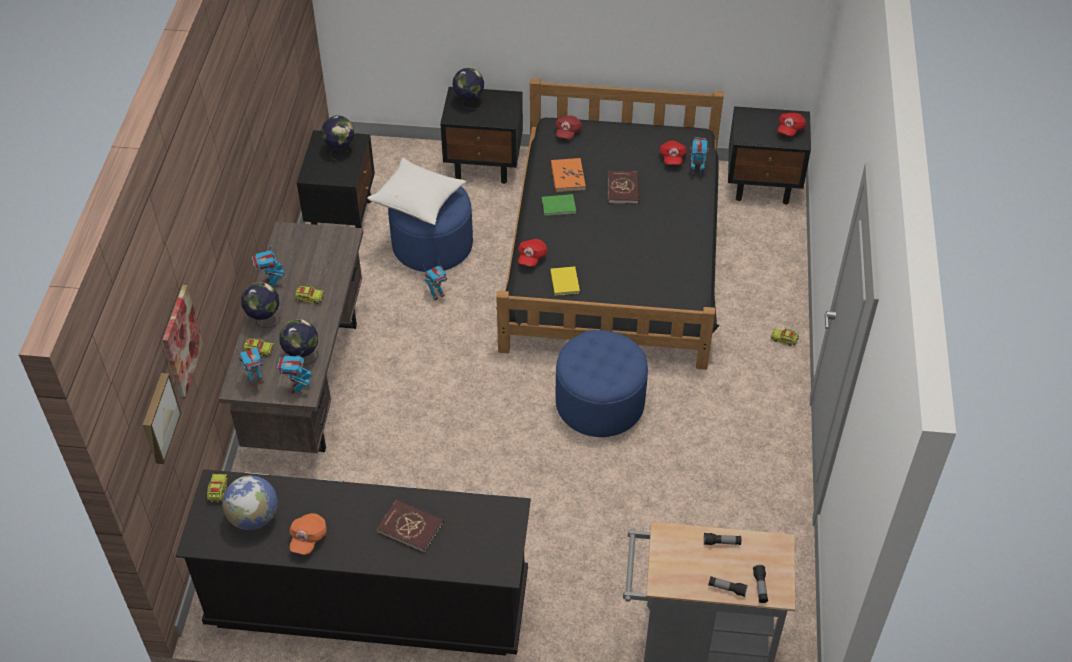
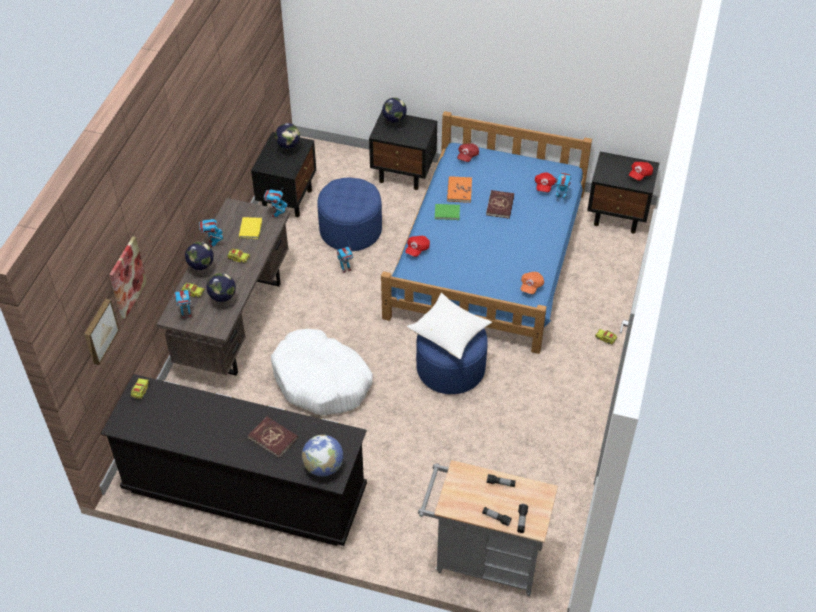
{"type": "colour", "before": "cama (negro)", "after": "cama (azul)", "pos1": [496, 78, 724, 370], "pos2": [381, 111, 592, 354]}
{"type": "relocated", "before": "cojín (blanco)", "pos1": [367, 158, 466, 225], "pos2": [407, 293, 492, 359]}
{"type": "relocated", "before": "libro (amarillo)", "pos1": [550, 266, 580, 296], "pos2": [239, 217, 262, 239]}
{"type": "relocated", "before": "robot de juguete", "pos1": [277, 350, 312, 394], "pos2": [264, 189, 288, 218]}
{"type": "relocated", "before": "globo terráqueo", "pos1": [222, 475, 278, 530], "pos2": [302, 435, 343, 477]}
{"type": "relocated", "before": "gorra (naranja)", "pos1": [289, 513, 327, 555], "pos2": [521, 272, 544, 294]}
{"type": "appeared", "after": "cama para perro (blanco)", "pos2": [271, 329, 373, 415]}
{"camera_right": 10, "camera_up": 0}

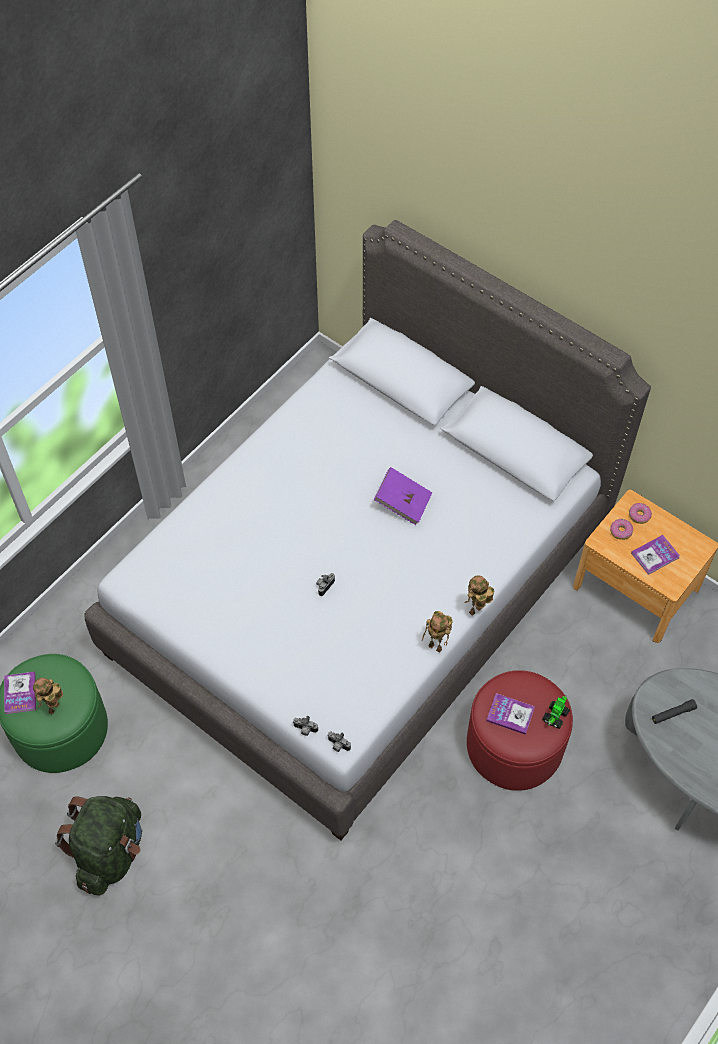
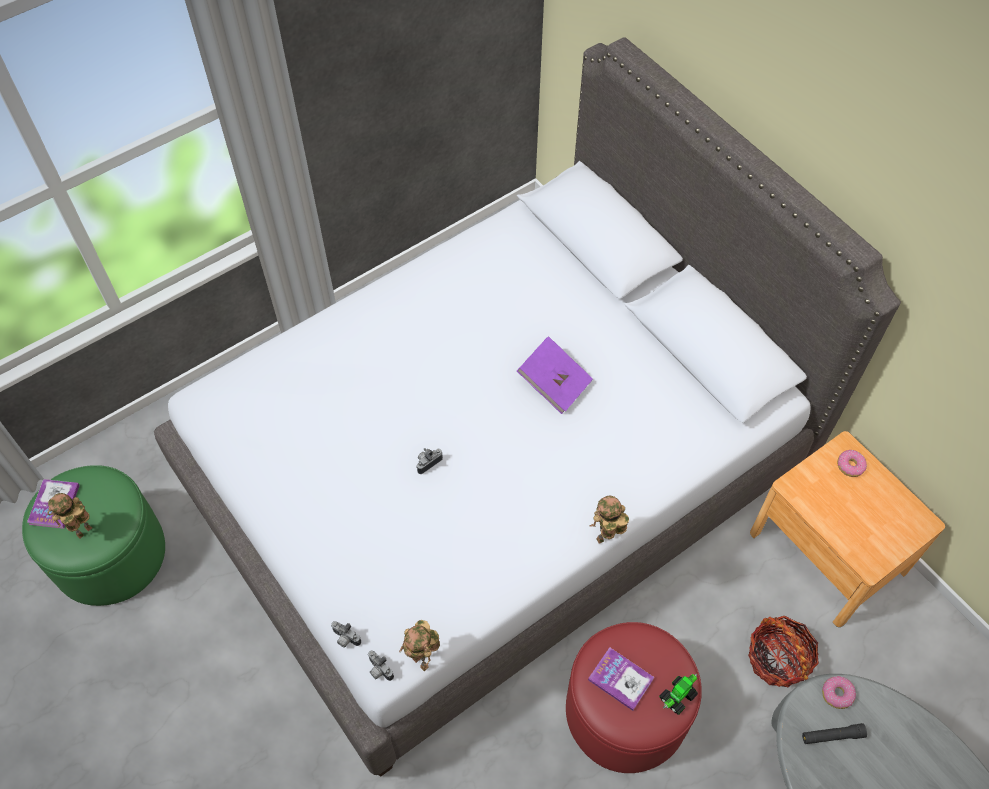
{"type": "relocated", "before": "rosquilla", "pos1": [610, 519, 633, 540], "pos2": [822, 676, 856, 709]}
{"type": "missing", "before": "libro", "pos1": [631, 535, 680, 575]}
{"type": "relocated", "before": "robot de juguete", "pos1": [422, 611, 453, 653], "pos2": [399, 620, 440, 671]}
{"type": "missing", "before": "mochila (verde)", "pos1": [55, 796, 142, 896]}
{"type": "appeared", "after": "cesta", "pos2": [748, 616, 819, 687]}
{"camera_right": 15, "camera_up": 0}

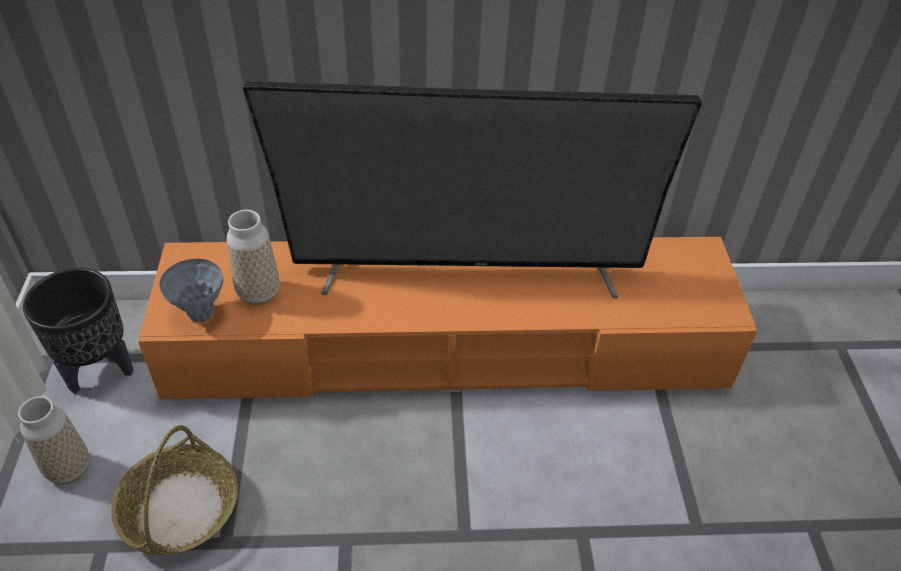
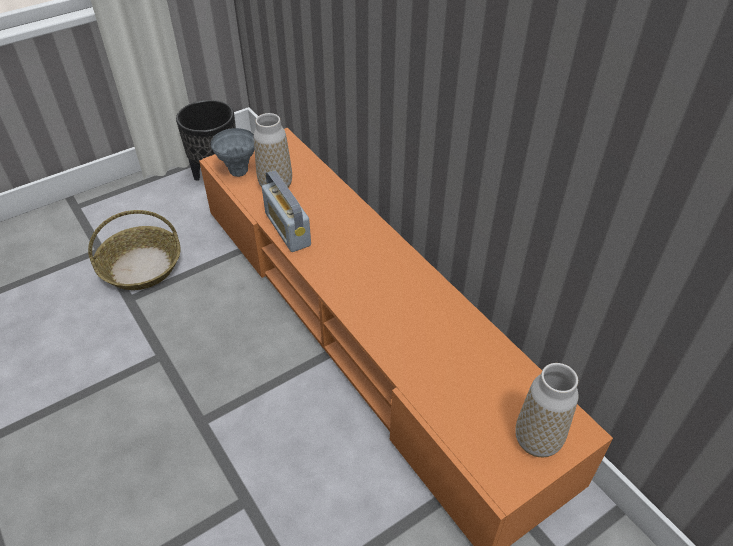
{"type": "missing", "before": "televisor", "pos1": [243, 81, 702, 298]}
{"type": "relocated", "before": "florero", "pos1": [18, 396, 90, 484], "pos2": [515, 363, 579, 457]}
{"type": "appeared", "after": "radio", "pos2": [262, 170, 311, 252]}
{"camera_right": 60, "camera_up": 0}

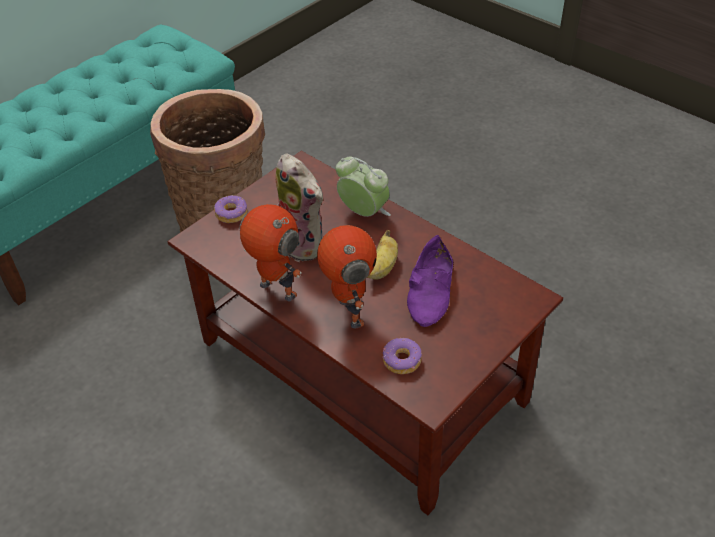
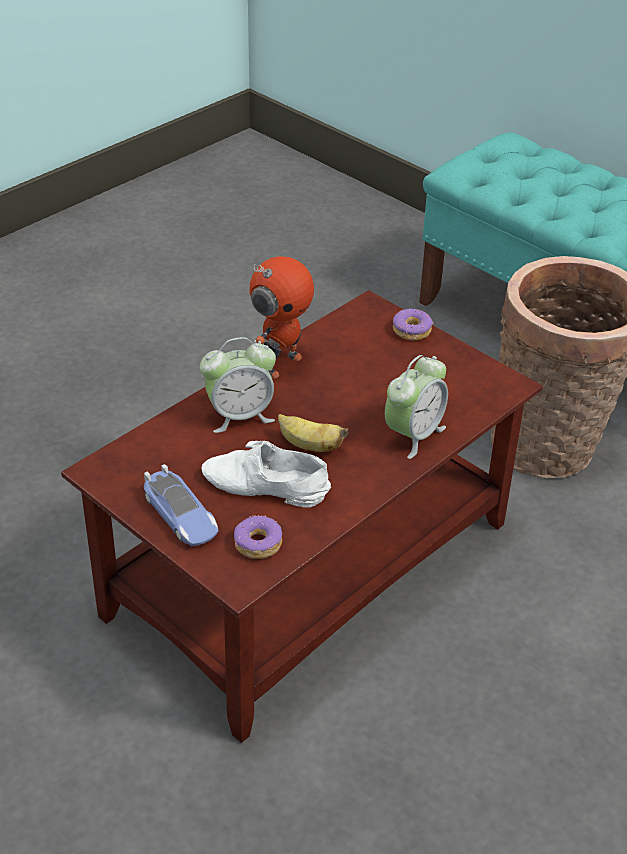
{"type": "missing", "before": "peluche", "pos1": [275, 153, 324, 262]}
{"type": "exchanged", "before": "robot de juguete", "after": "despertador", "pos1": [317, 225, 377, 329], "pos2": [200, 337, 276, 433]}
{"type": "colour", "before": "zapato (morado)", "after": "zapato (blanco)", "pos1": [407, 235, 453, 327], "pos2": [201, 441, 331, 508]}
{"type": "relocated", "before": "rosquilla", "pos1": [383, 338, 422, 374], "pos2": [234, 515, 282, 559]}
{"type": "appeared", "after": "coche de juguete", "pos2": [144, 464, 218, 546]}
{"camera_right": 90, "camera_up": -5}

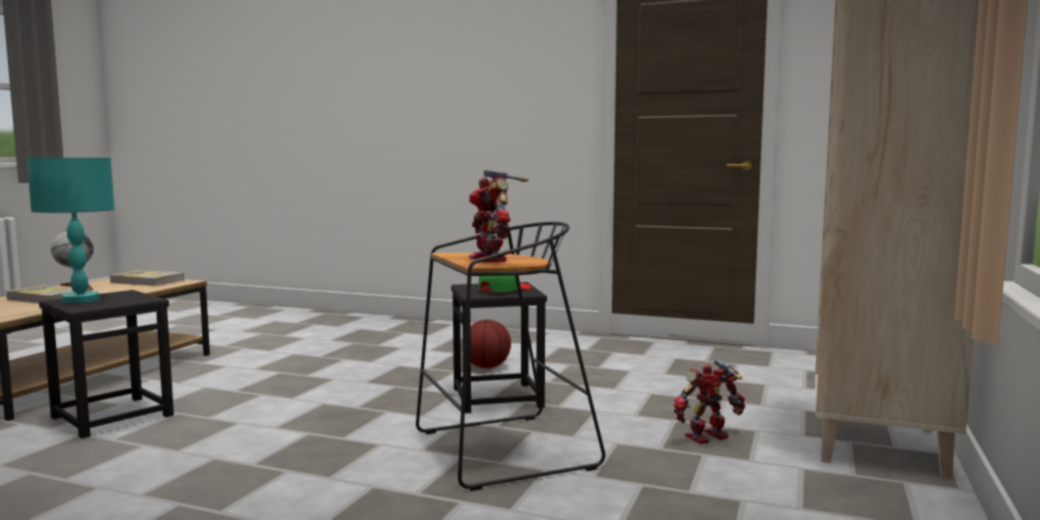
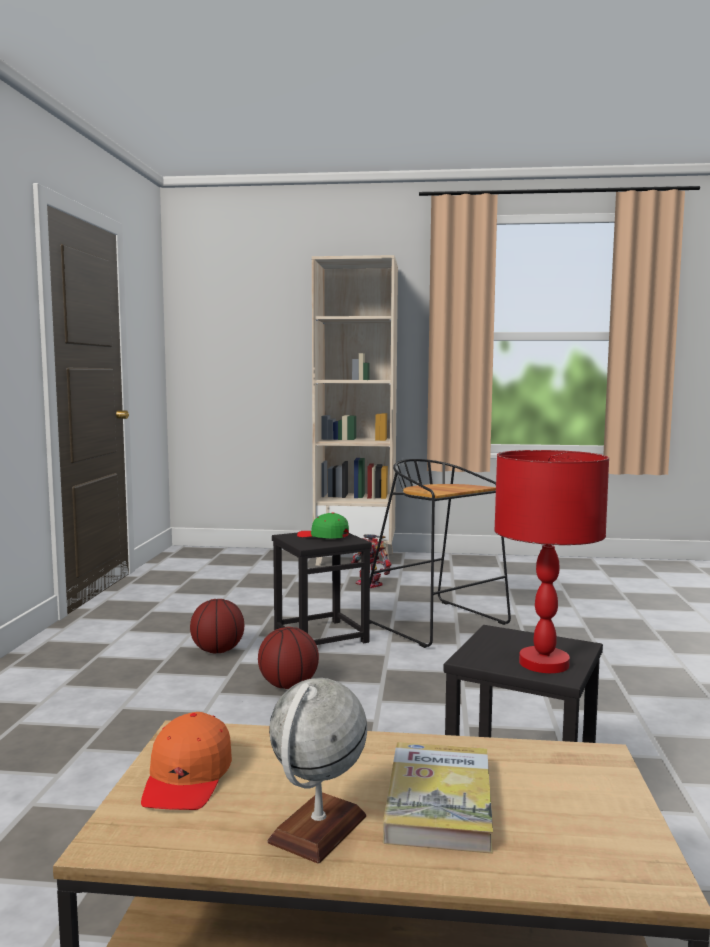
{"type": "colour", "before": "lámpara de mesa (turquesa)", "after": "lámpara de mesa (rojo)", "pos1": [27, 158, 115, 303], "pos2": [494, 450, 609, 673]}
{"type": "missing", "before": "robot de juguete", "pos1": [469, 170, 528, 263]}
{"type": "exchanged", "before": "libro", "after": "gorra (naranja)", "pos1": [109, 270, 184, 286], "pos2": [141, 712, 232, 810]}
{"type": "appeared", "after": "balón de baloncesto", "pos2": [258, 627, 319, 689]}
{"camera_right": -105, "camera_up": 0}

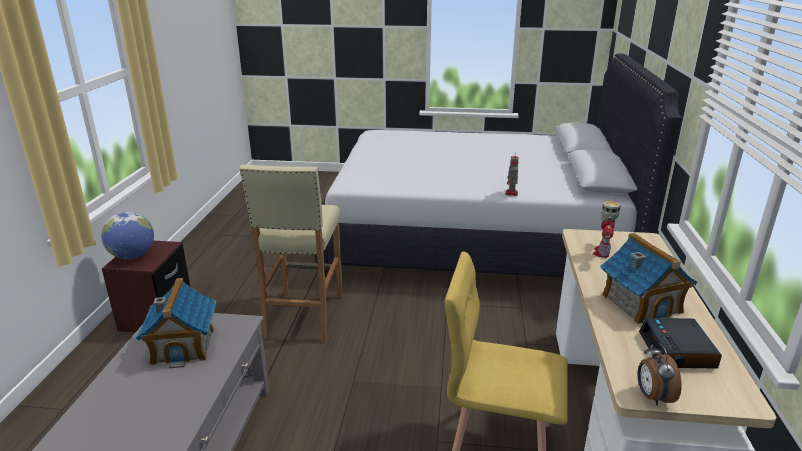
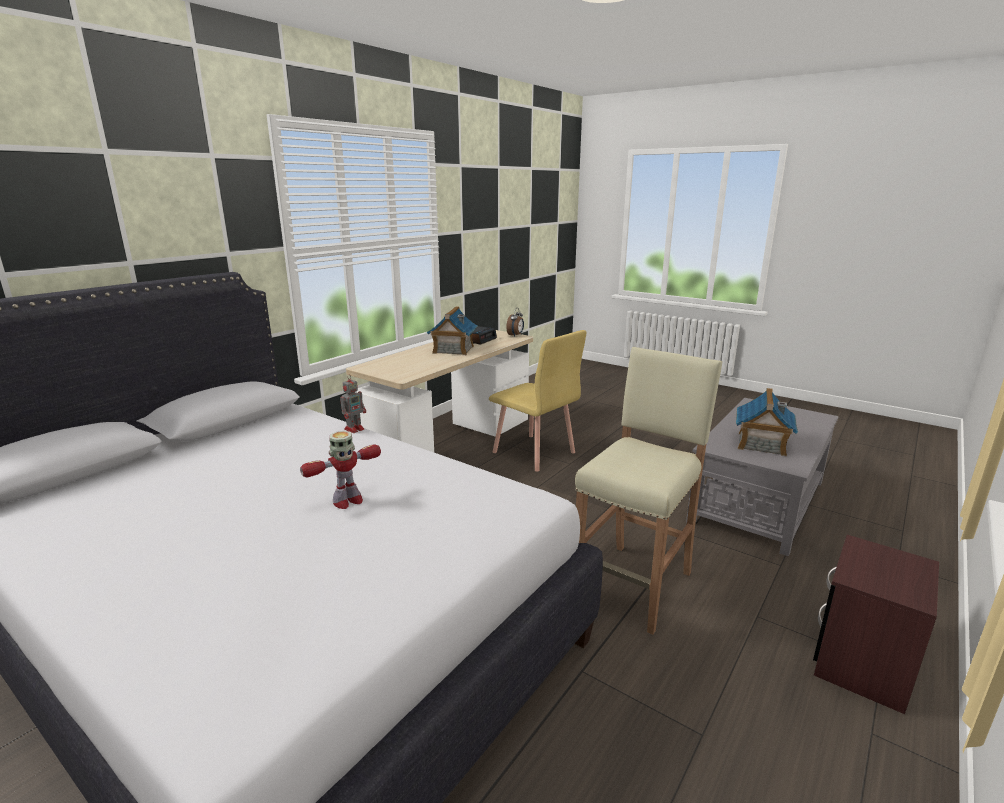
{"type": "relocated", "before": "robot de juguete", "pos1": [593, 201, 621, 258], "pos2": [300, 431, 381, 509]}
{"type": "missing", "before": "globo terráqueo", "pos1": [101, 212, 154, 259]}
{"camera_right": -150, "camera_up": -5}

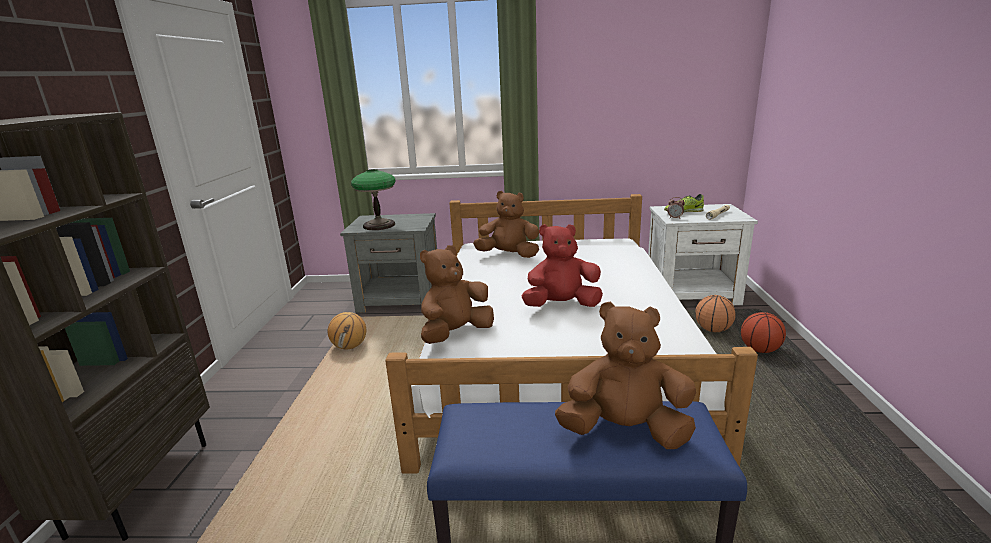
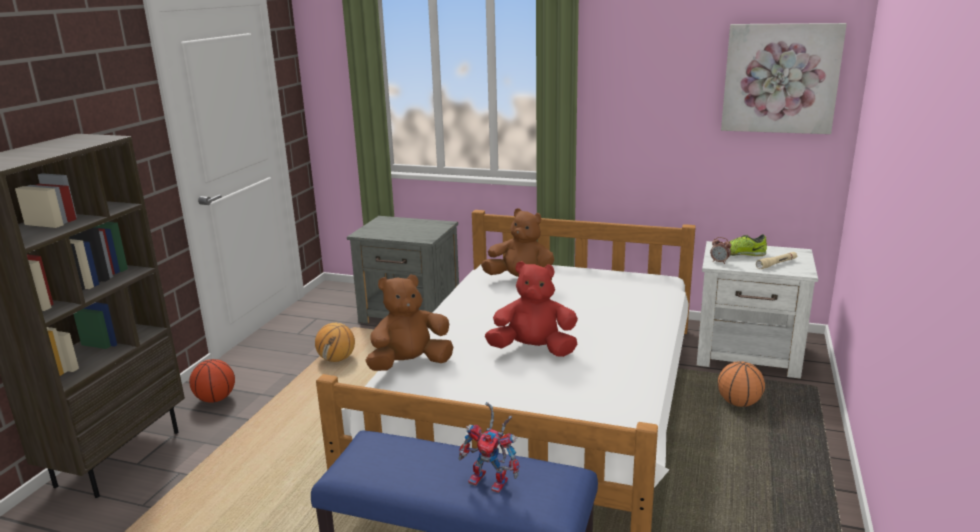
{"type": "missing", "before": "lámpara de mesa", "pos1": [351, 169, 396, 230]}
{"type": "exchanged", "before": "peluche (marrón)", "after": "robot de juguete", "pos1": [555, 302, 696, 449], "pos2": [459, 402, 519, 493]}
{"type": "relocated", "before": "balón de baloncesto", "pos1": [741, 312, 786, 353], "pos2": [189, 359, 235, 403]}
{"type": "appeared", "after": "cuadro", "pos2": [721, 23, 847, 134]}
{"camera_right": 15, "camera_up": 0}

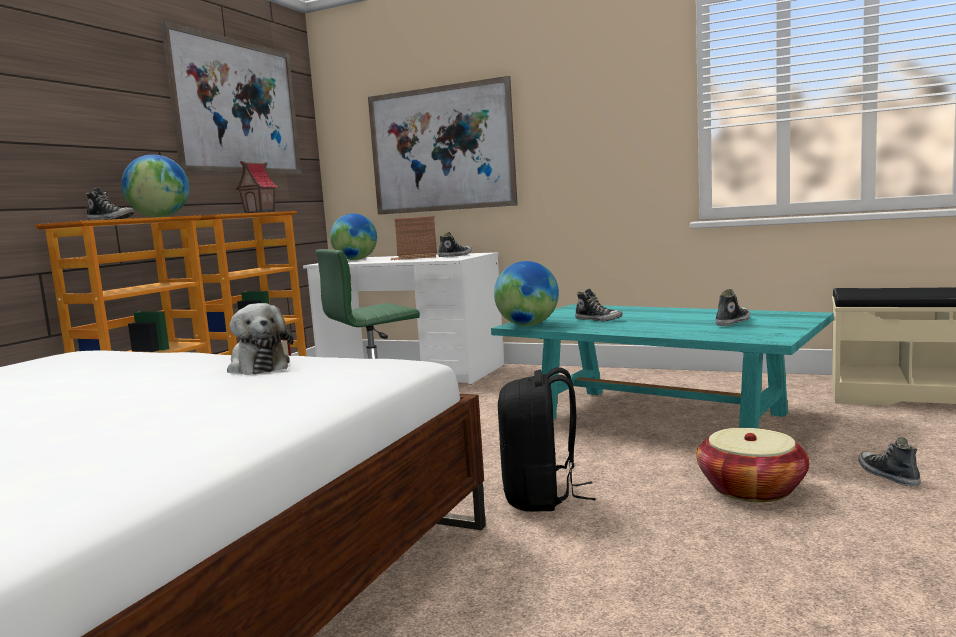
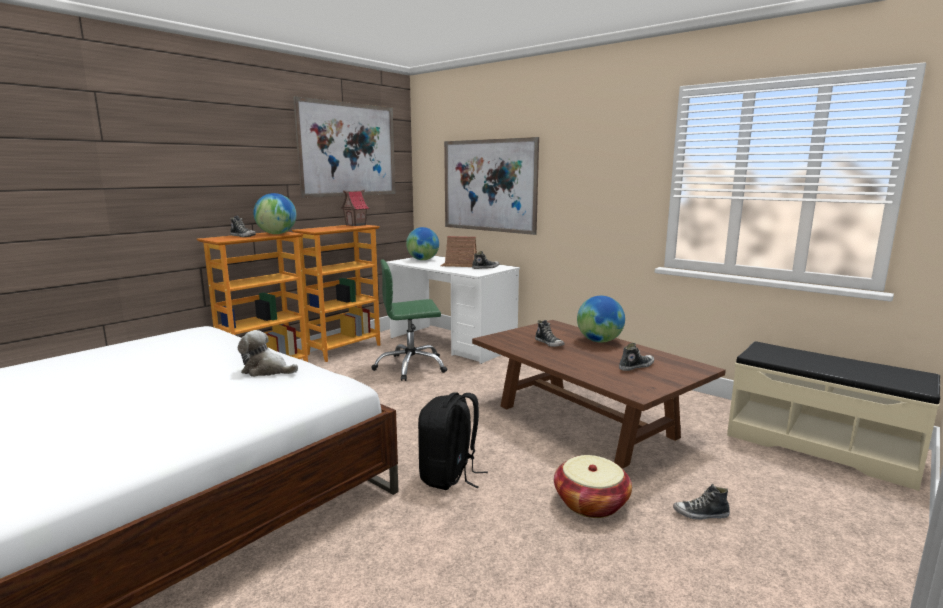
{"type": "relocated", "before": "globo terráqueo", "pos1": [494, 261, 559, 326], "pos2": [577, 296, 625, 342]}
{"type": "spun", "before": "peluche", "pos1": [227, 303, 294, 375], "pos2": [238, 330, 298, 377], "turn": 120}
{"type": "colour", "before": "mesa de centro (turquesa)", "after": "mesa de centro (marrón)", "pos1": [491, 304, 834, 429], "pos2": [472, 320, 726, 468]}
{"type": "spun", "before": "zapato", "pos1": [858, 437, 921, 486], "pos2": [673, 484, 730, 520], "turn": -90}
{"camera_right": 15, "camera_up": 5}

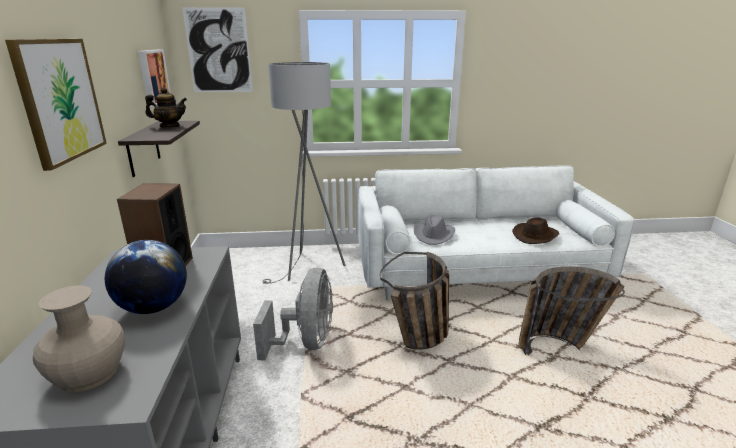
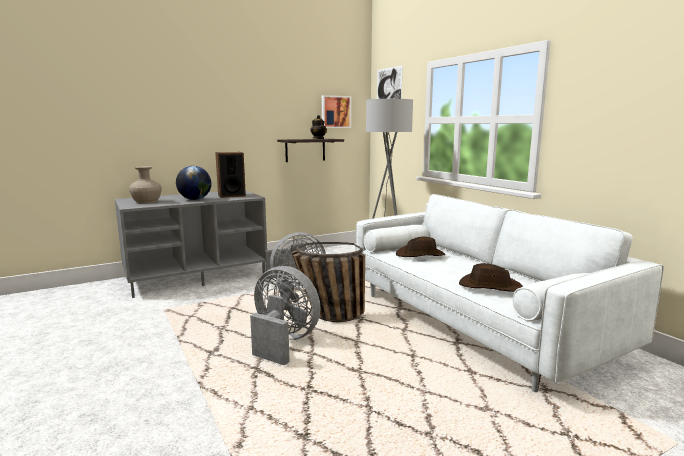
{"type": "missing", "before": "cuadro", "pos1": [5, 39, 107, 171]}
{"type": "colour", "before": "sombrero (gris)", "after": "sombrero (marrón)", "pos1": [414, 215, 455, 245], "pos2": [396, 237, 445, 257]}
{"type": "missing", "before": "cesta", "pos1": [518, 266, 625, 355]}
{"type": "appeared", "after": "ventilador (gris)", "pos2": [250, 266, 320, 366]}
{"camera_right": 65, "camera_up": -10}

